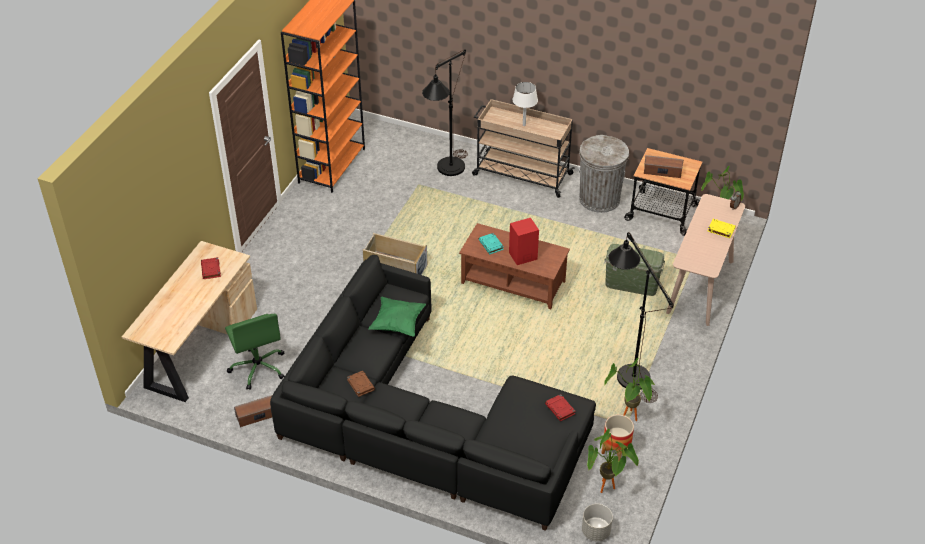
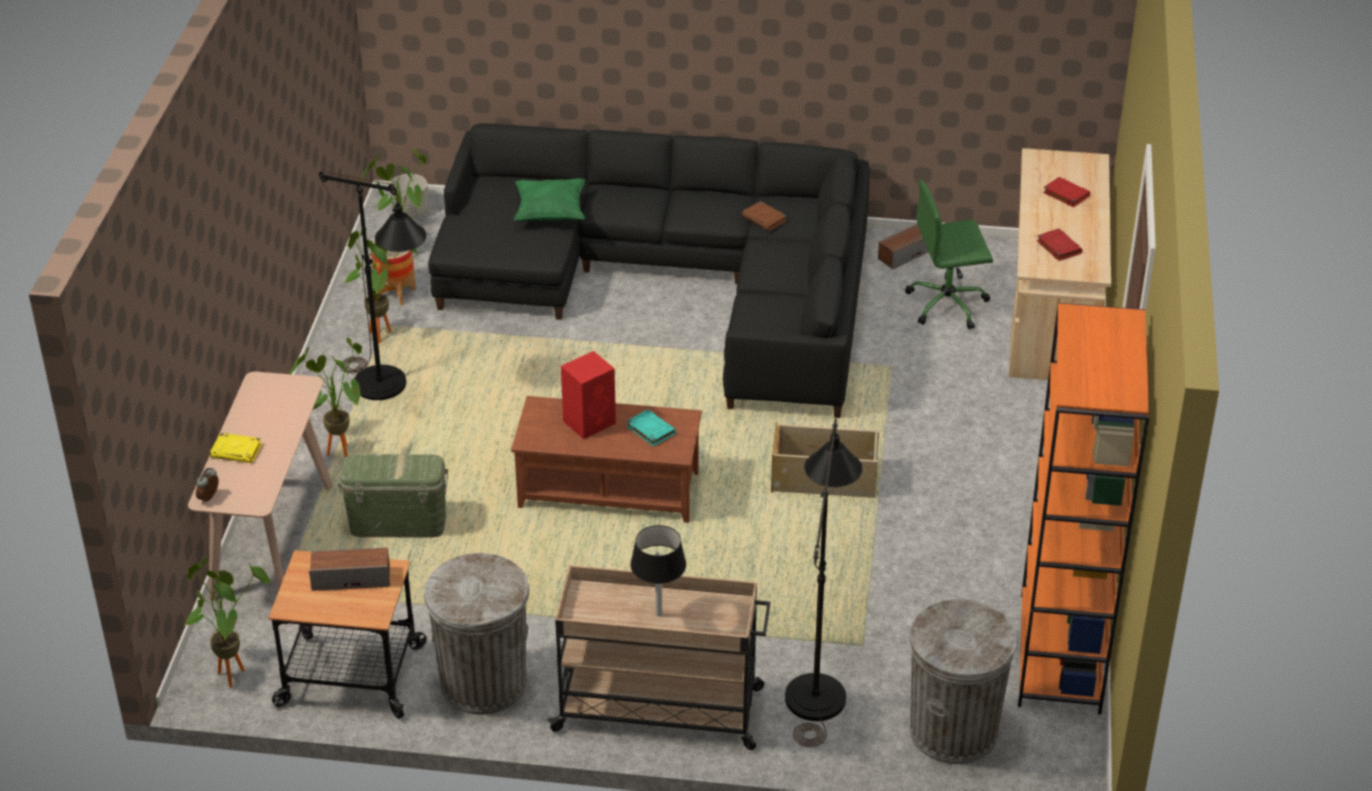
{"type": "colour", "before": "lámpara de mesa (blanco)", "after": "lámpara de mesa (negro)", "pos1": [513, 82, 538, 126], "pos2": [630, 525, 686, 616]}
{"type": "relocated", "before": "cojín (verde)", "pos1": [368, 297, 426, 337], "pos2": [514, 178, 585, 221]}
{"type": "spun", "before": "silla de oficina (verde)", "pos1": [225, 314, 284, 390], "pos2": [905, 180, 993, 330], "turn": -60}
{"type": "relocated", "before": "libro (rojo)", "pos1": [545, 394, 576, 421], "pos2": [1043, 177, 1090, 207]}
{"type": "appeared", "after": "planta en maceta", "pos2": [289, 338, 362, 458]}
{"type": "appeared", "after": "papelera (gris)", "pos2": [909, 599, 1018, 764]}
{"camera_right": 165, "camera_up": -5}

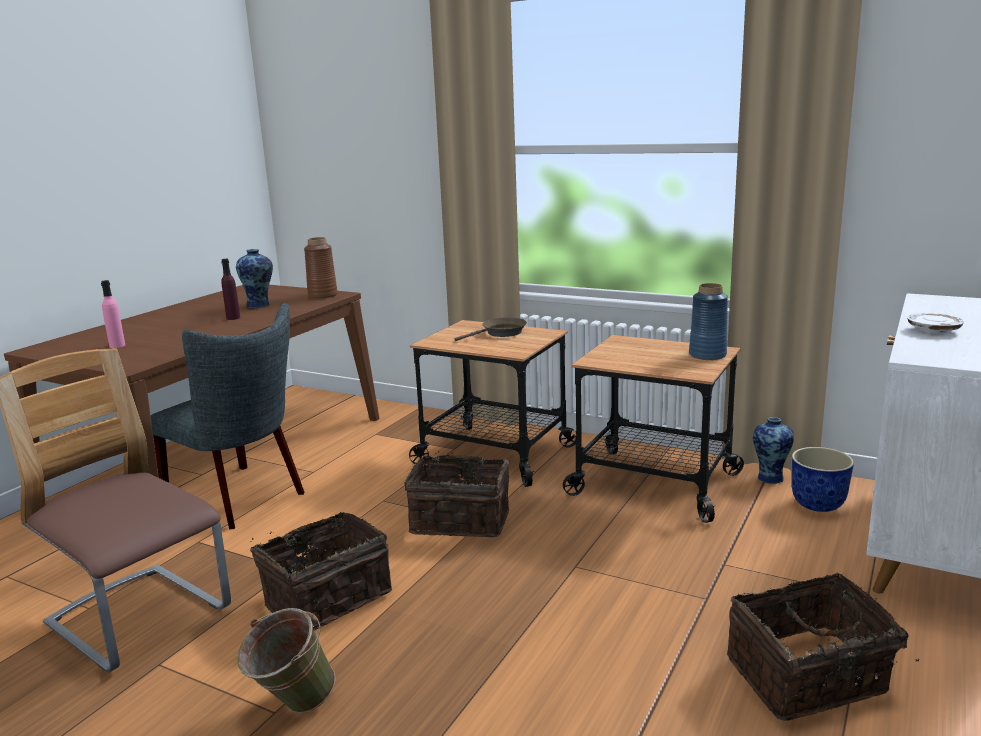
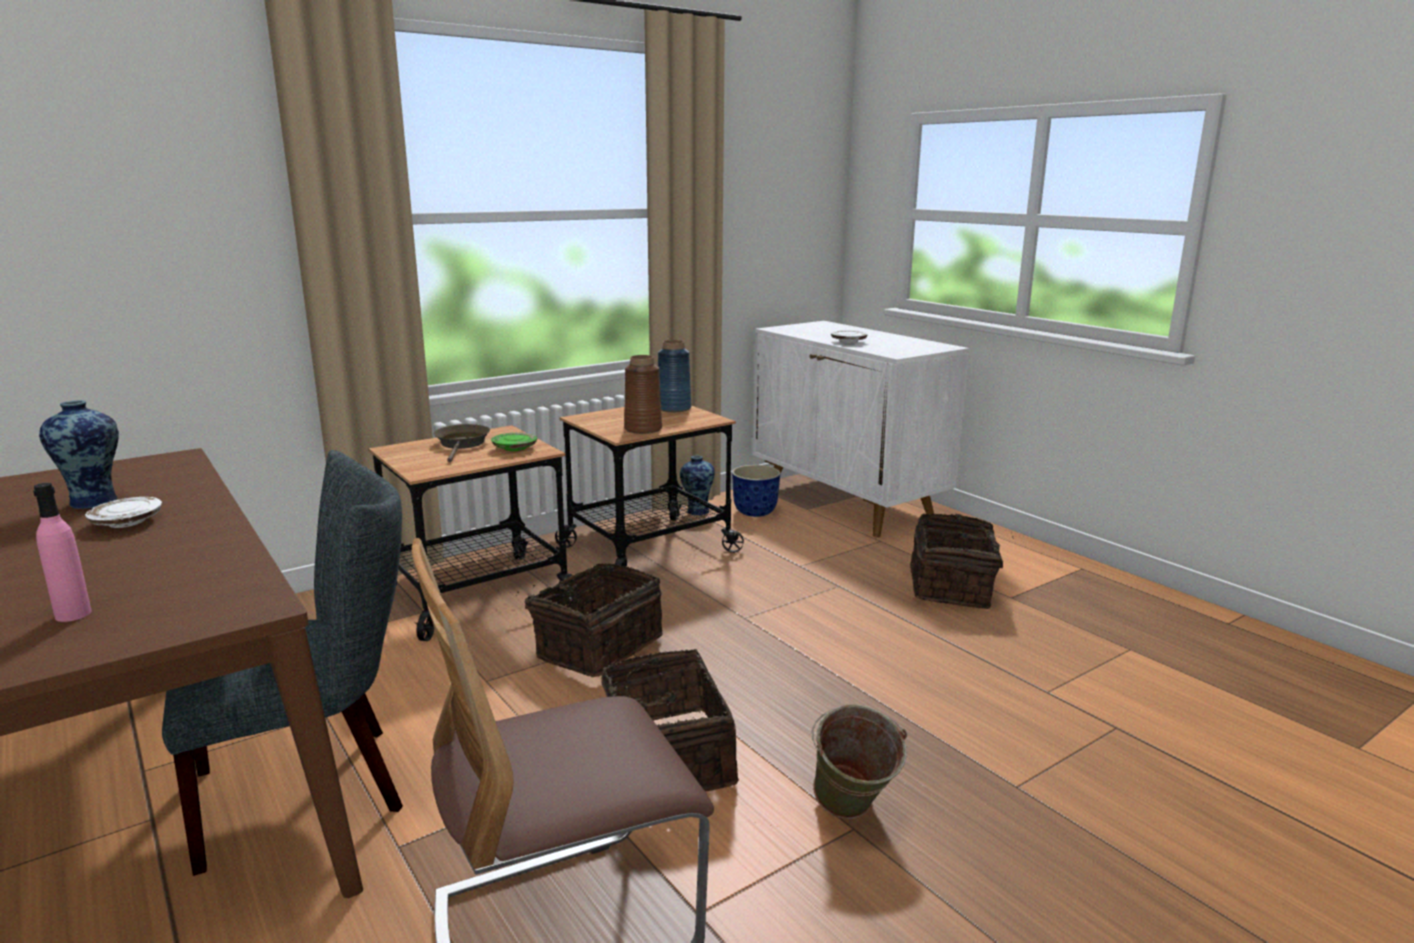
{"type": "relocated", "before": "florero (marrón)", "pos1": [304, 237, 338, 299], "pos2": [624, 355, 662, 434]}
{"type": "exchanged", "before": "botella (morado)", "after": "plato (blanco)", "pos1": [221, 259, 240, 320], "pos2": [85, 497, 162, 528]}
{"type": "appeared", "after": "plato (verde)", "pos2": [491, 433, 537, 451]}
{"camera_right": -65, "camera_up": 0}

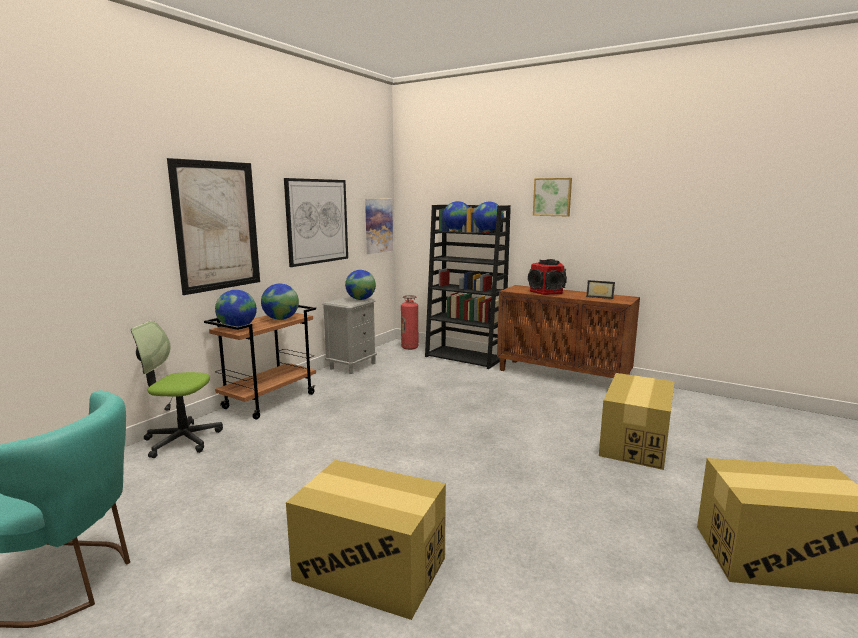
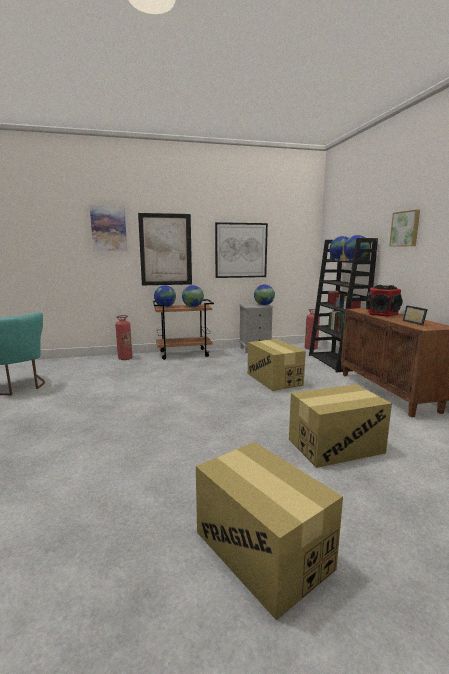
{"type": "relocated", "before": "cuadro", "pos1": [365, 199, 393, 254], "pos2": [90, 205, 127, 252]}
{"type": "exchanged", "before": "silla de oficina", "after": "extintor", "pos1": [131, 321, 223, 458], "pos2": [115, 315, 133, 360]}
{"type": "relocated", "before": "caja de cartón", "pos1": [286, 460, 446, 620], "pos2": [248, 339, 306, 391]}
{"camera_right": 45, "camera_up": 0}

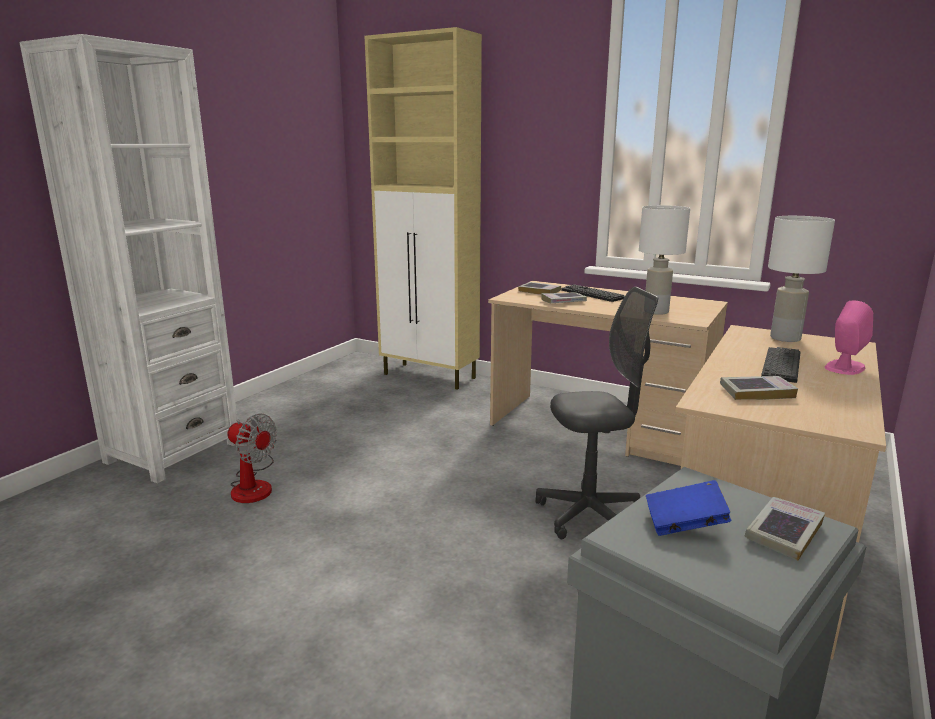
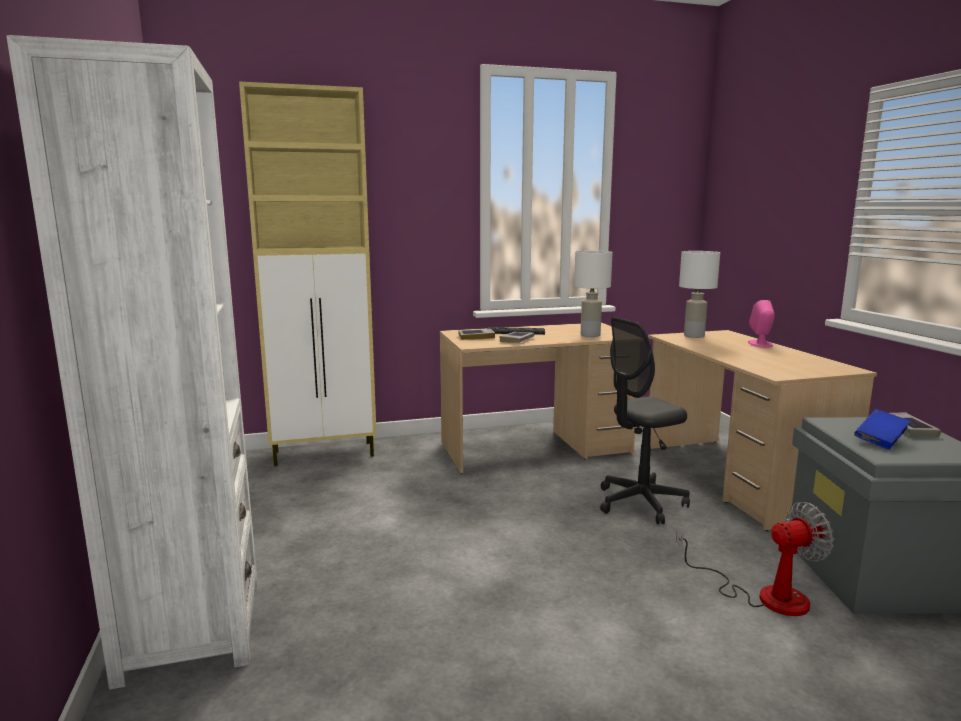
{"type": "spun", "before": "silla de oficina (gris)", "pos1": [535, 287, 658, 539], "pos2": [600, 317, 690, 524], "turn": -150}
{"type": "missing", "before": "teclado", "pos1": [761, 347, 801, 383]}
{"type": "missing", "before": "libro", "pos1": [720, 376, 798, 400]}
{"type": "relocated", "before": "ventilador", "pos1": [228, 414, 277, 503], "pos2": [676, 502, 834, 616]}
{"camera_right": -45, "camera_up": -5}

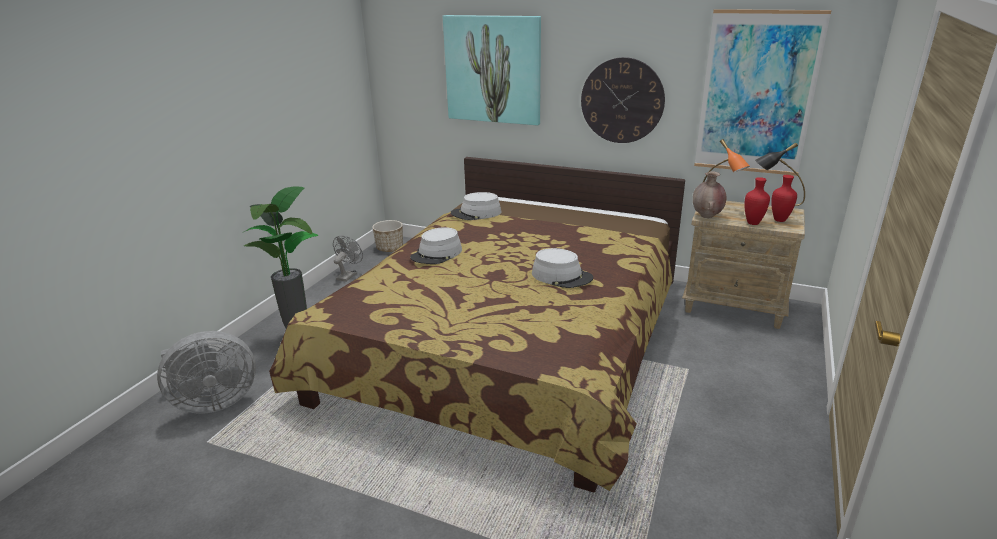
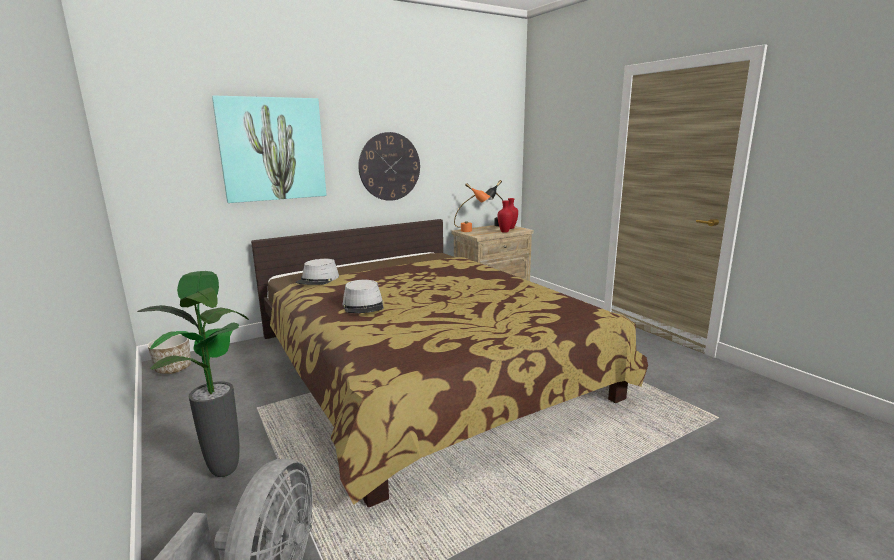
{"type": "missing", "before": "cuadro", "pos1": [694, 9, 832, 176]}
{"type": "missing", "before": "florero (marrón)", "pos1": [693, 171, 727, 218]}
{"type": "missing", "before": "ventilador (gris)", "pos1": [333, 236, 363, 282]}
{"type": "missing", "before": "sombrero (gris)", "pos1": [532, 248, 593, 288]}
{"camera_right": -55, "camera_up": -10}

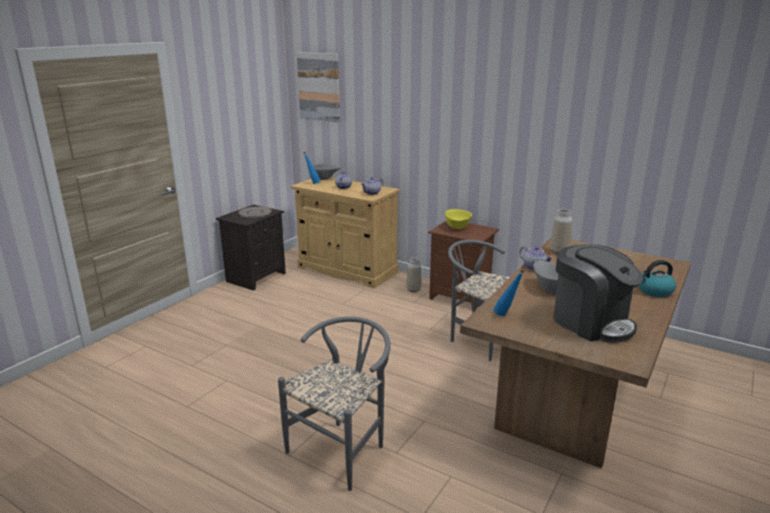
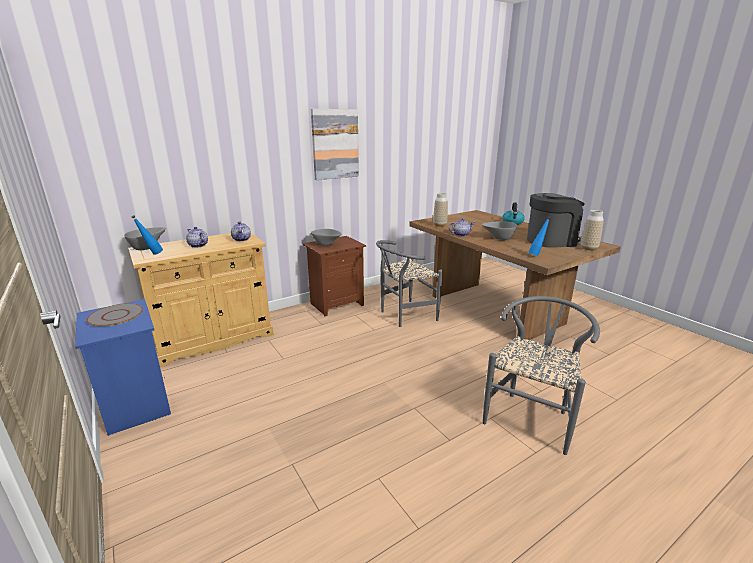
{"type": "relocated", "before": "cuadro", "pos1": [297, 52, 340, 122], "pos2": [311, 109, 359, 180]}
{"type": "colour", "before": "mesita de noche (negro)", "after": "mesita de noche (azul)", "pos1": [216, 205, 286, 291], "pos2": [75, 299, 171, 436]}
{"type": "colour", "before": "cuenco (amarillo)", "after": "cuenco (gris)", "pos1": [445, 209, 472, 229], "pos2": [311, 229, 341, 246]}
{"type": "relocated", "before": "florero", "pos1": [406, 257, 422, 292], "pos2": [581, 210, 604, 251]}
{"type": "spun", "before": "silla (gris)", "pos1": [278, 316, 391, 491], "pos2": [483, 296, 600, 455], "turn": 60}
{"camera_right": -65, "camera_up": 0}

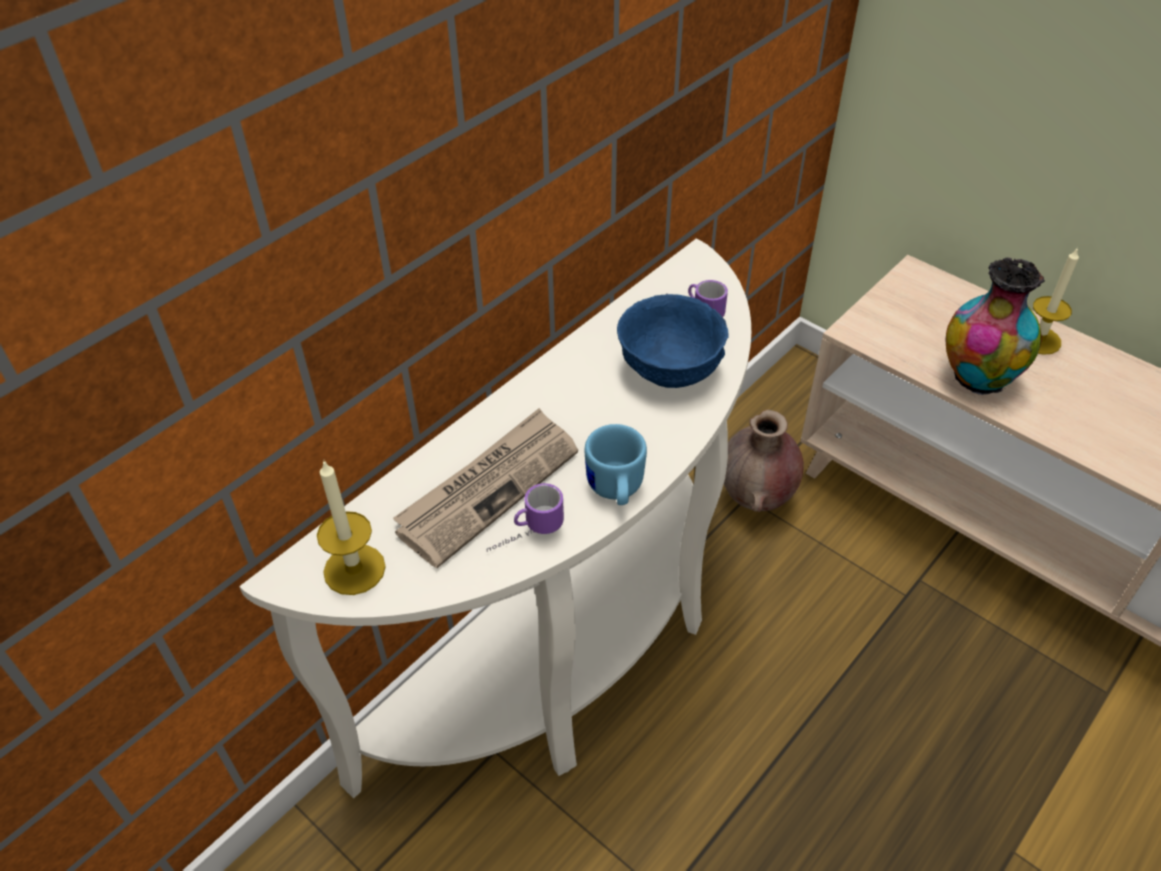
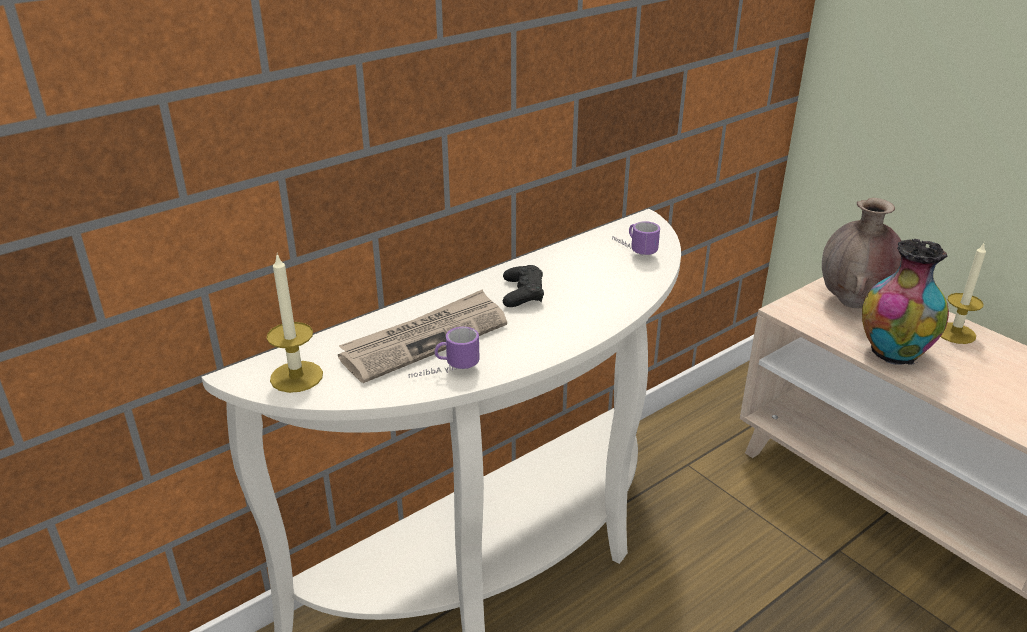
{"type": "missing", "before": "cuenco (azul)", "pos1": [617, 294, 728, 388]}
{"type": "relocated", "before": "florero (marrón)", "pos1": [724, 410, 804, 512], "pos2": [822, 198, 901, 308]}
{"type": "missing", "before": "taza grande (azul)", "pos1": [585, 424, 647, 505]}
{"type": "appeared", "after": "mando de consola (negro)", "pos2": [503, 265, 544, 307]}
{"camera_right": 10, "camera_up": -15}

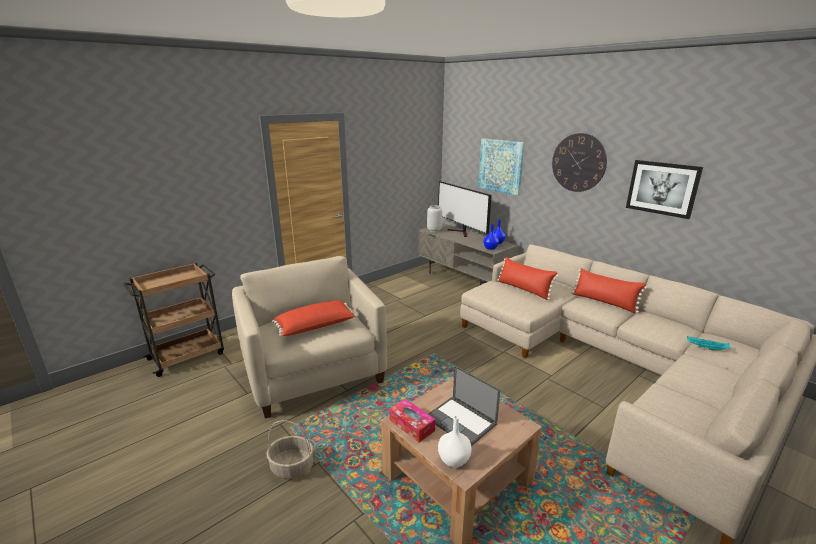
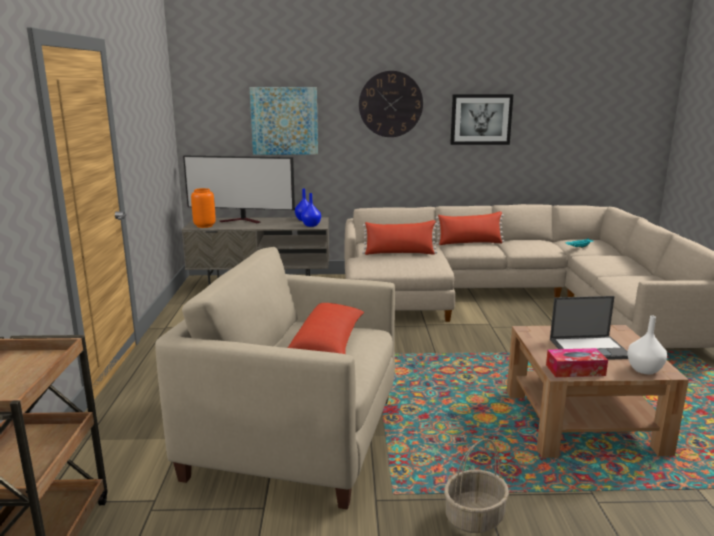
{"type": "colour", "before": "florero (gris)", "after": "florero (naranja)", "pos1": [427, 205, 442, 232], "pos2": [191, 188, 216, 228]}
{"camera_right": -50, "camera_up": -5}

